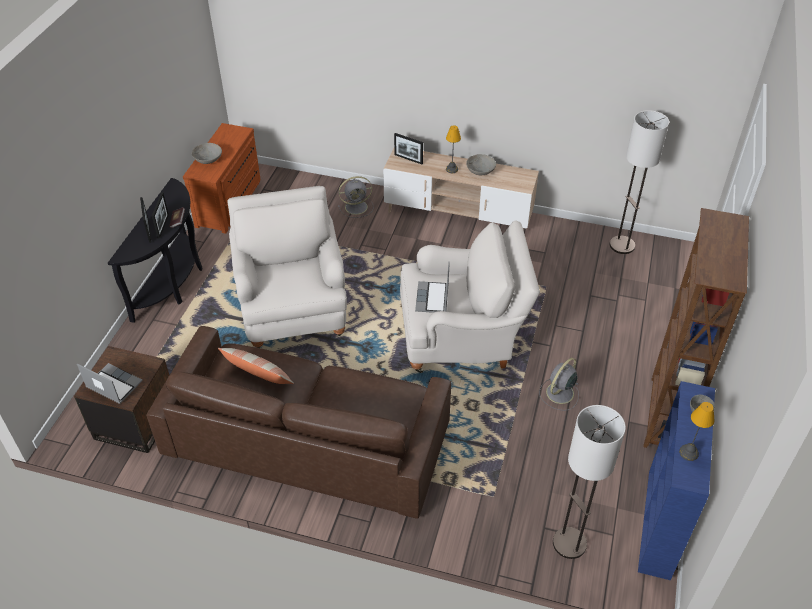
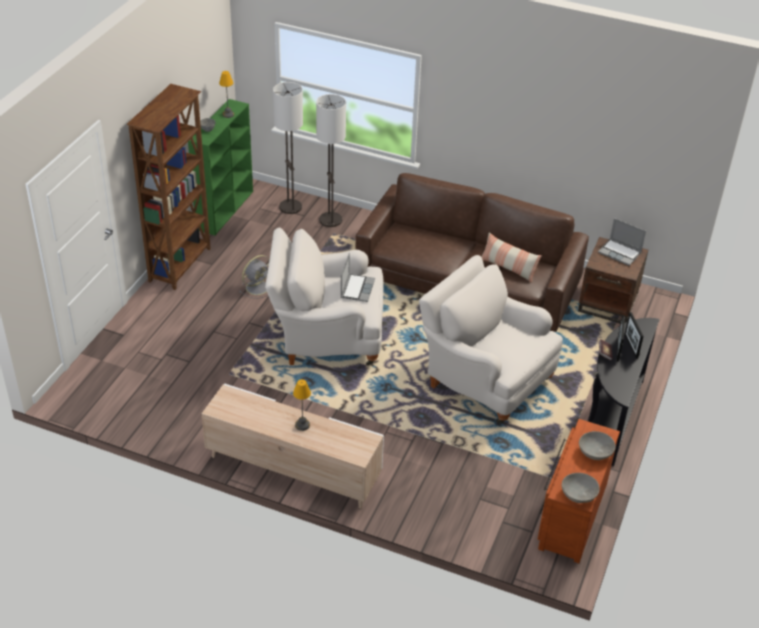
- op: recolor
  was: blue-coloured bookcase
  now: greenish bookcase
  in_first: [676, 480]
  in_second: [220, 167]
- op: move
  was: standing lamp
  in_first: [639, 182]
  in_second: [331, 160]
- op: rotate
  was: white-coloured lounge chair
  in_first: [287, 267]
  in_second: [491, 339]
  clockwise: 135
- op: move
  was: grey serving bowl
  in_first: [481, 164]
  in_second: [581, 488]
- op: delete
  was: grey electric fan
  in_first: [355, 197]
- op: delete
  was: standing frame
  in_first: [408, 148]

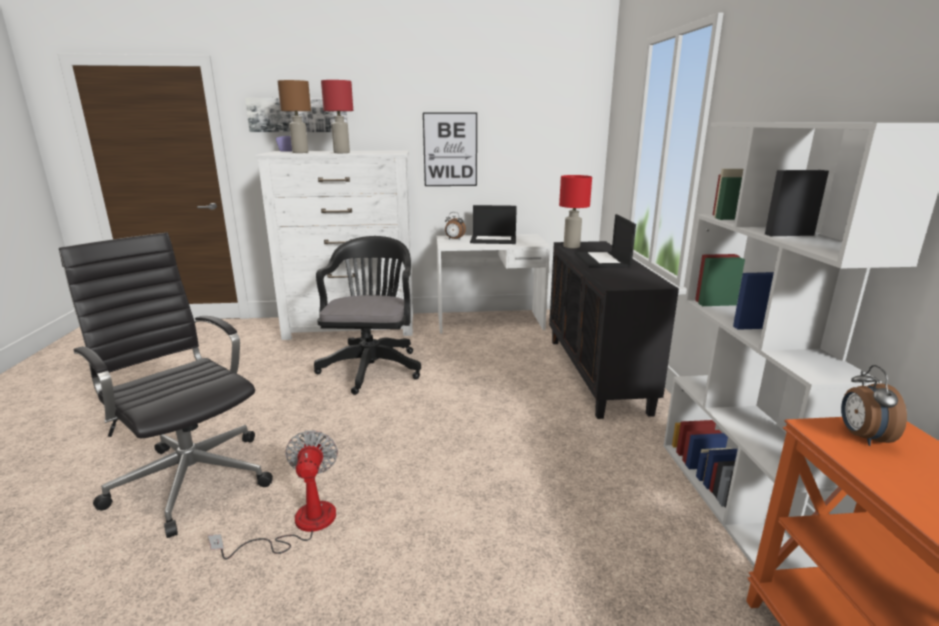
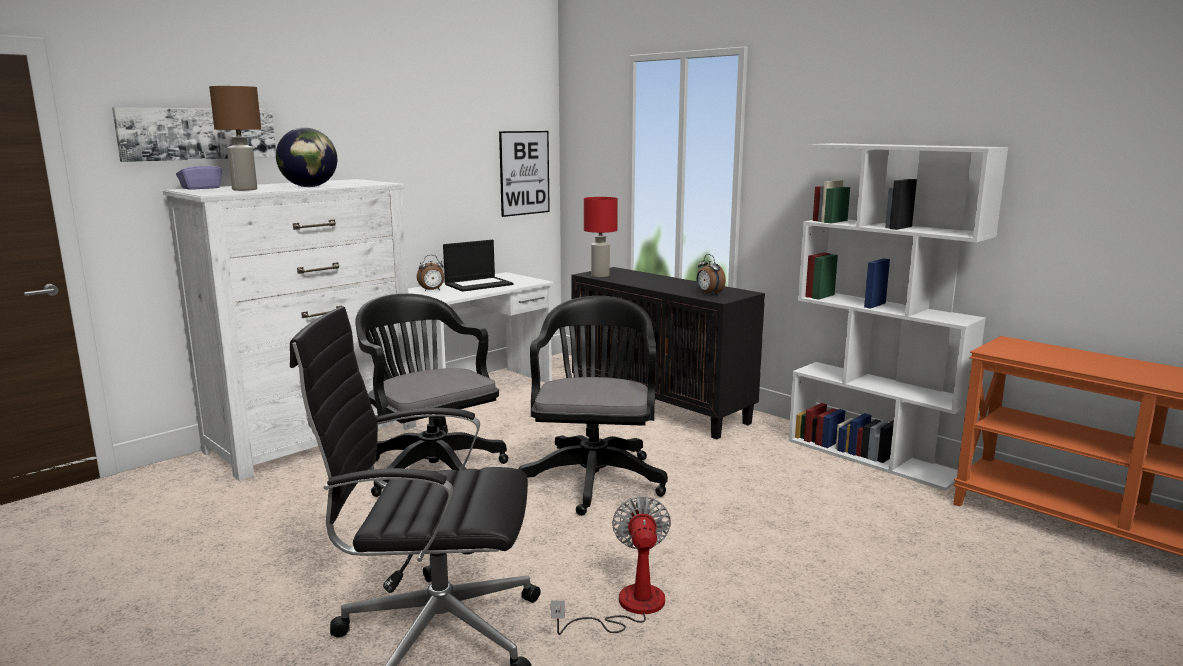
- op: replace
  was: red-coloured table lamp
  now: globe
  in_first: [337, 116]
  in_second: [306, 157]
- op: move
  was: picture
  in_first: [450, 149]
  in_second: [524, 174]
- op: insert
  now: black desk chair
  in_second: [593, 406]
- op: rotate
  was: electric fan
  in_first: [273, 495]
  in_second: [611, 565]
  clockwise: 45
- op: move
  was: table clock
  in_first: [874, 405]
  in_second: [711, 275]
- op: delete
  was: notebook computer
  in_first: [605, 241]

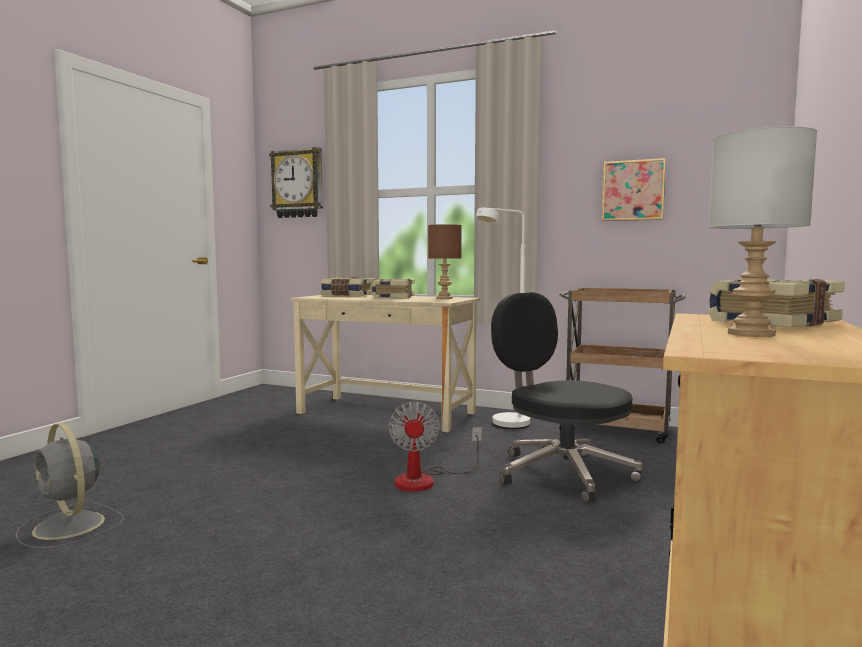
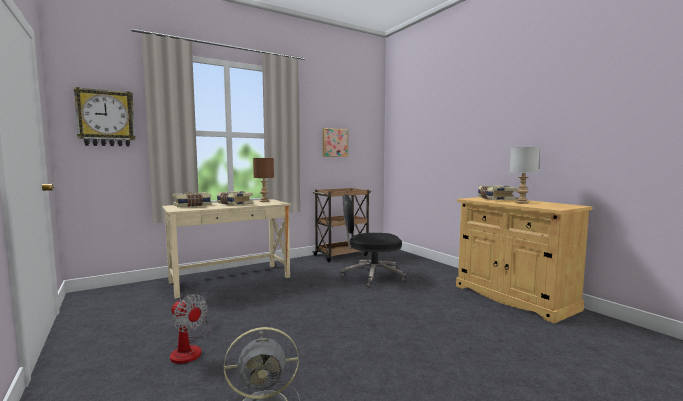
- op: move
  was: electric fan
  in_first: [435, 446]
  in_second: [190, 329]
- op: delete
  was: white-coloured standing lamp
  in_first: [503, 318]

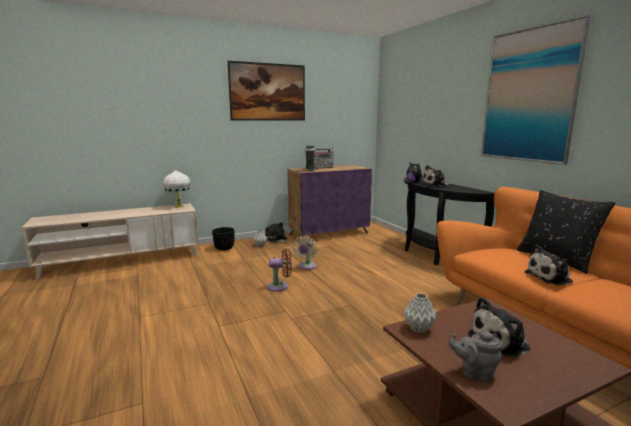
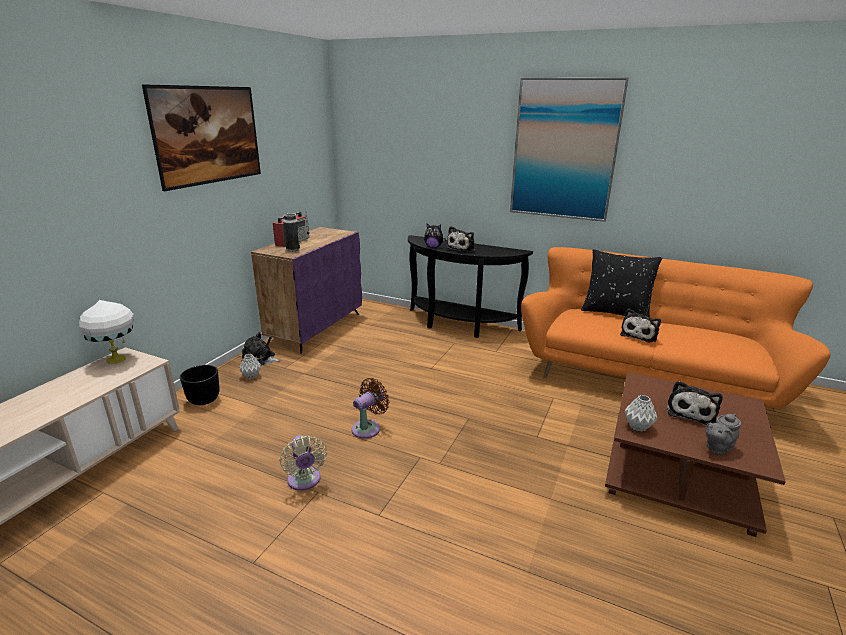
- op: move
  was: beige-coloured electric fan
  in_first: [305, 253]
  in_second: [303, 463]

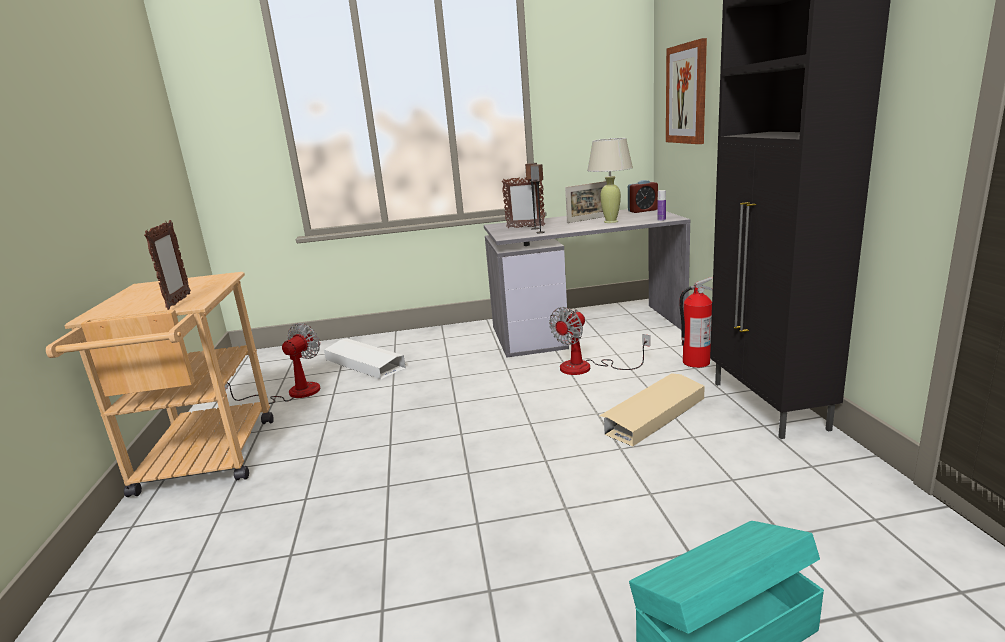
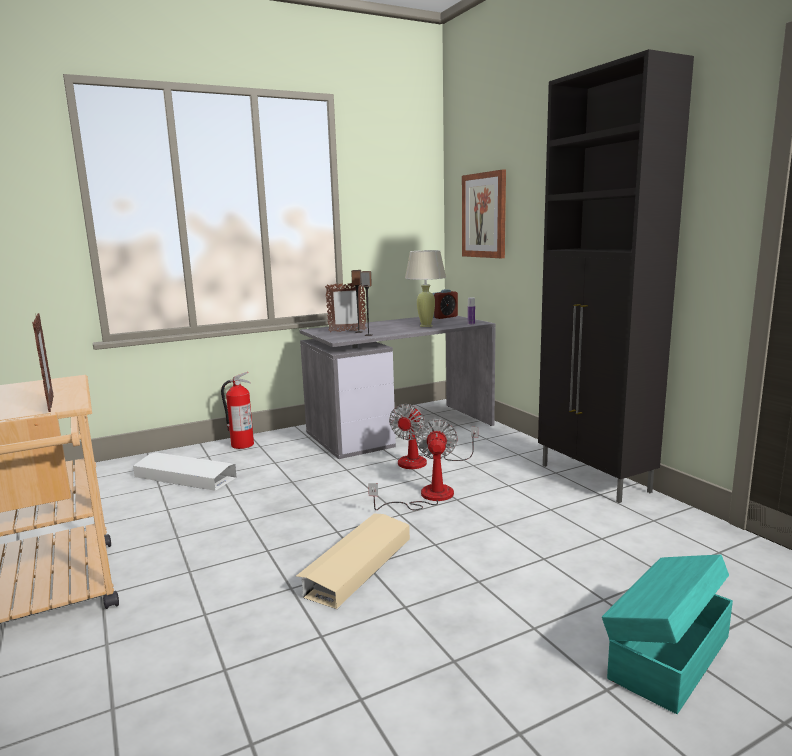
- op: move
  was: fire-fighting cylinder
  in_first: [696, 322]
  in_second: [237, 410]
- op: move
  was: beige-coloured storage bin
  in_first: [652, 410]
  in_second: [353, 561]
- op: move
  was: electric fan
  in_first: [272, 363]
  in_second: [413, 464]
- op: delete
  was: standing frame
  in_first: [586, 202]

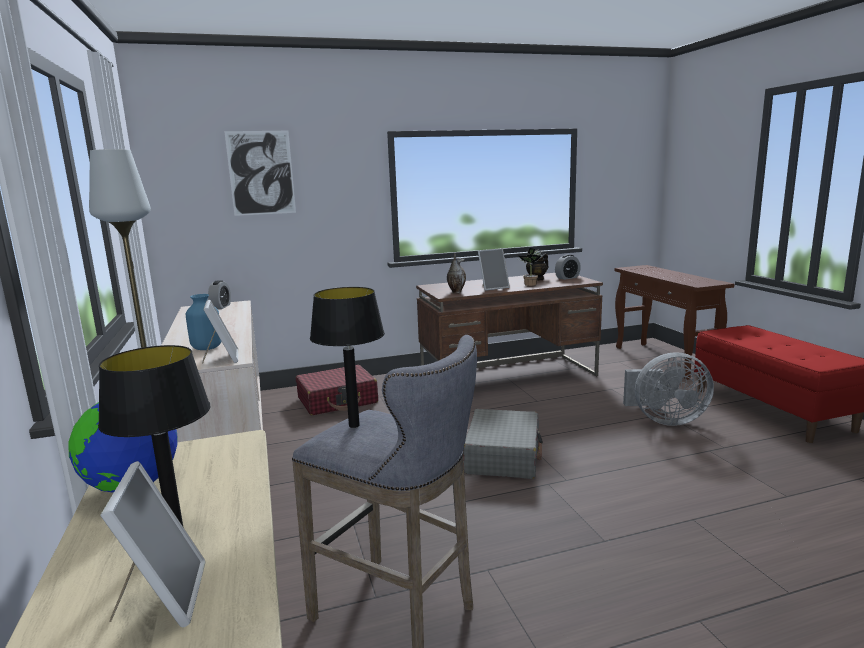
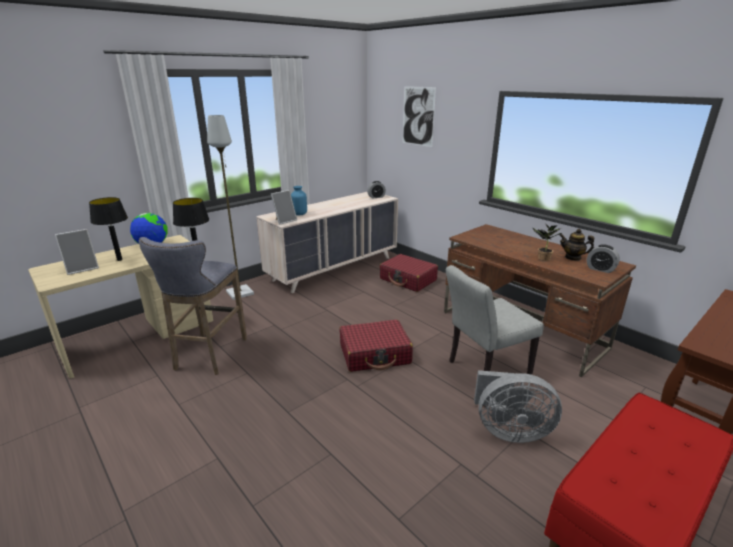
- op: recolor
  was: grey piece of luggage
  now: red-coloured piece of luggage
  in_first: [503, 444]
  in_second: [376, 346]
- op: insert
  now: grey upright chair
  in_second: [495, 319]
- op: rotate
  was: grey electric fan
  in_first: [668, 389]
  in_second: [518, 406]
  clockwise: -60
- op: delete
  was: vase
  in_first: [456, 273]
- op: delete
  was: standing frame
  in_first: [494, 269]

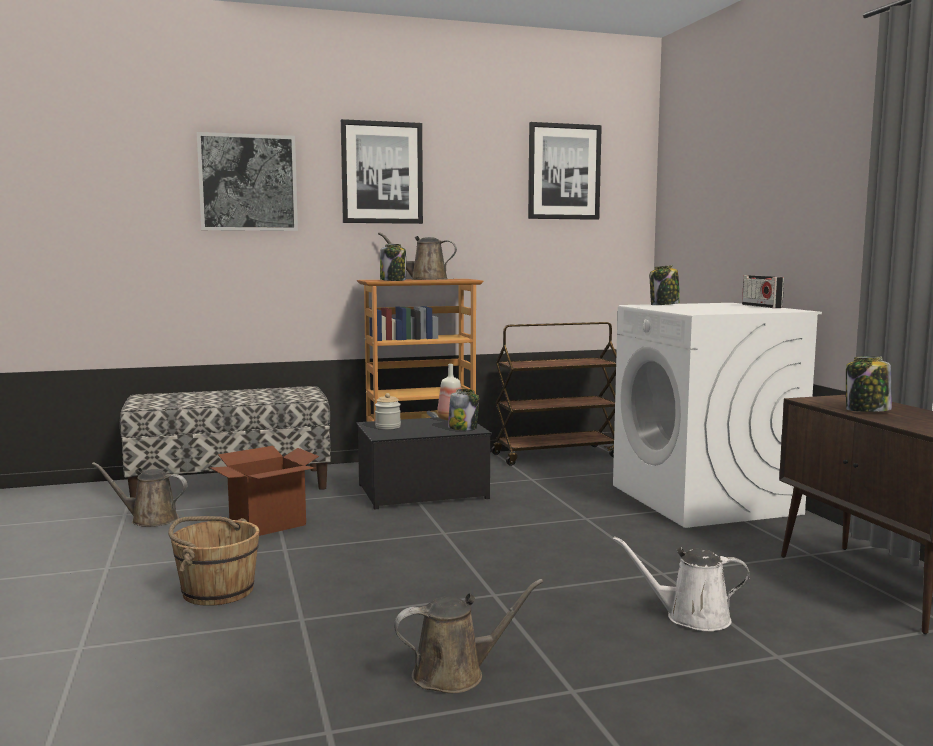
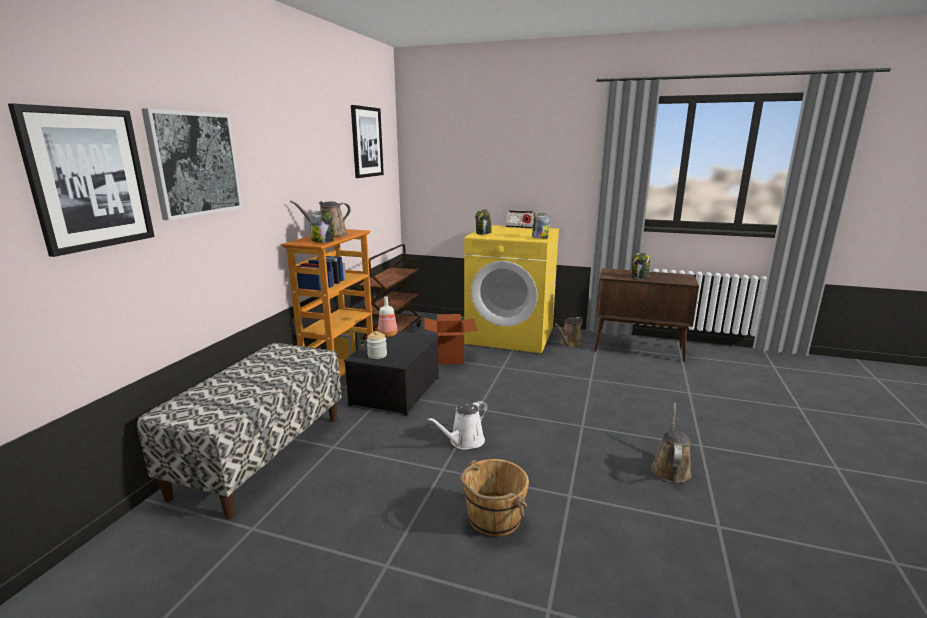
- op: move
  was: picture
  in_first: [382, 171]
  in_second: [81, 180]
- op: move
  was: cardboard box
  in_first: [264, 491]
  in_second: [450, 339]
- op: move
  was: white-coloured sprinkling can
  in_first: [681, 583]
  in_second: [457, 425]
- op: recolor
  was: white-coloured washing machine
  now: yellowish washing machine
  in_first: [717, 415]
  in_second: [511, 289]
- op: move
  was: jar
  in_first: [463, 410]
  in_second: [541, 226]
- op: move
  was: brownish sprinkling can
  in_first: [139, 494]
  in_second: [568, 332]

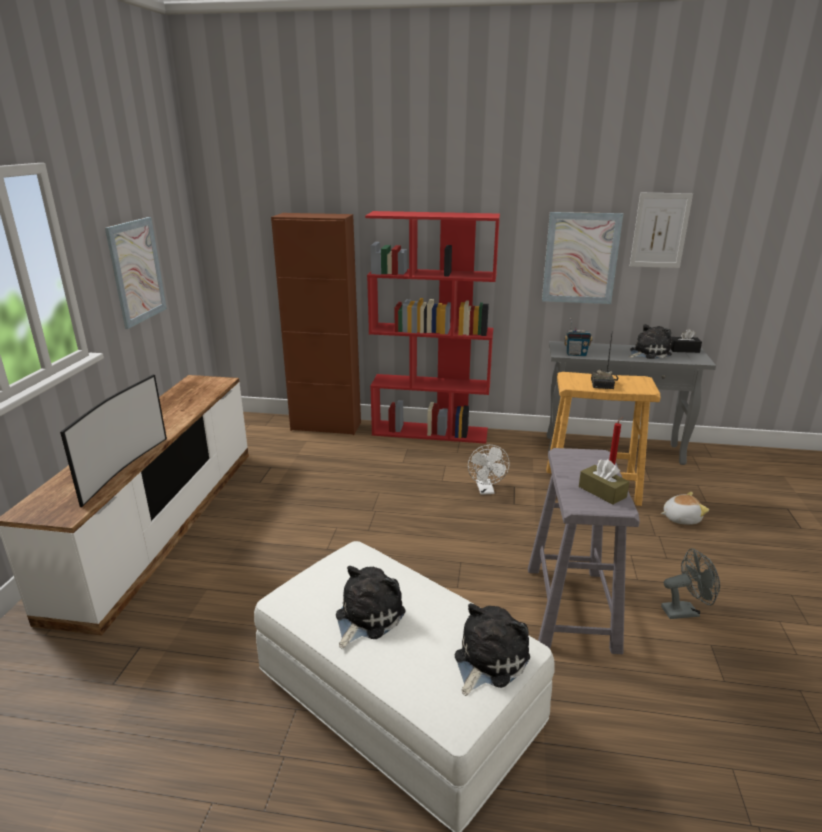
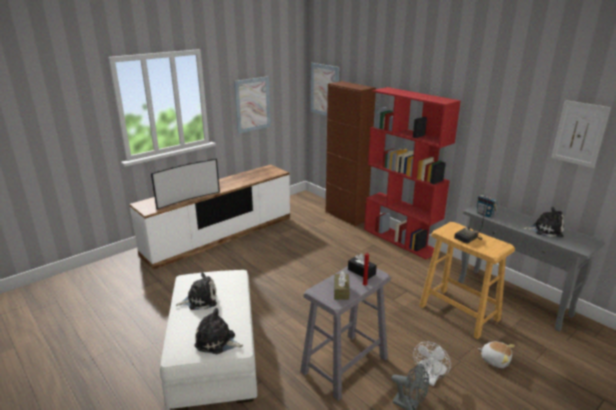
- op: rotate
  was: soft toy
  in_first: [492, 649]
  in_second: [218, 331]
  clockwise: -150
- op: move
  was: picture
  in_first: [582, 258]
  in_second: [325, 89]
- op: move
  was: black box of tissues
  in_first: [686, 341]
  in_second: [362, 266]
- op: move
  was: white-coloured electric fan
  in_first: [489, 470]
  in_second: [432, 363]

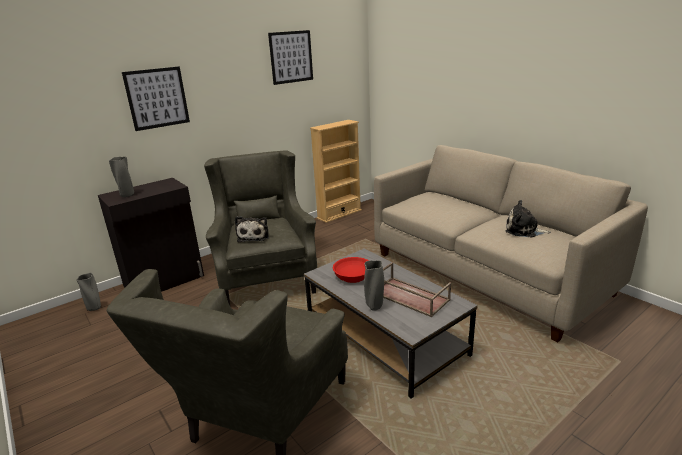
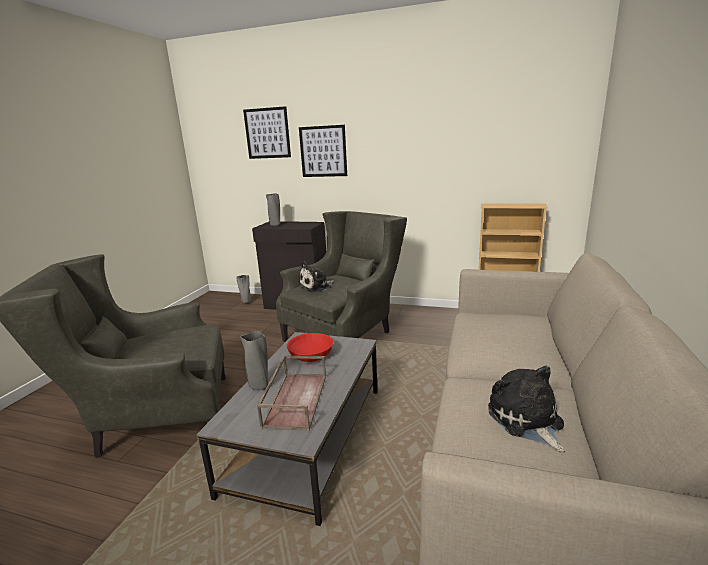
- op: move
  was: picture
  in_first: [290, 57]
  in_second: [267, 132]

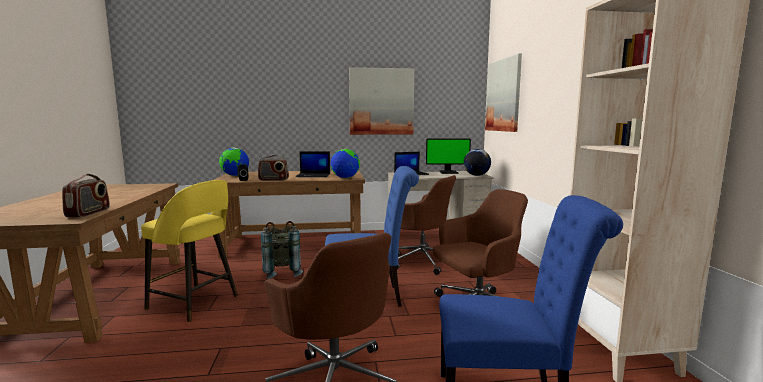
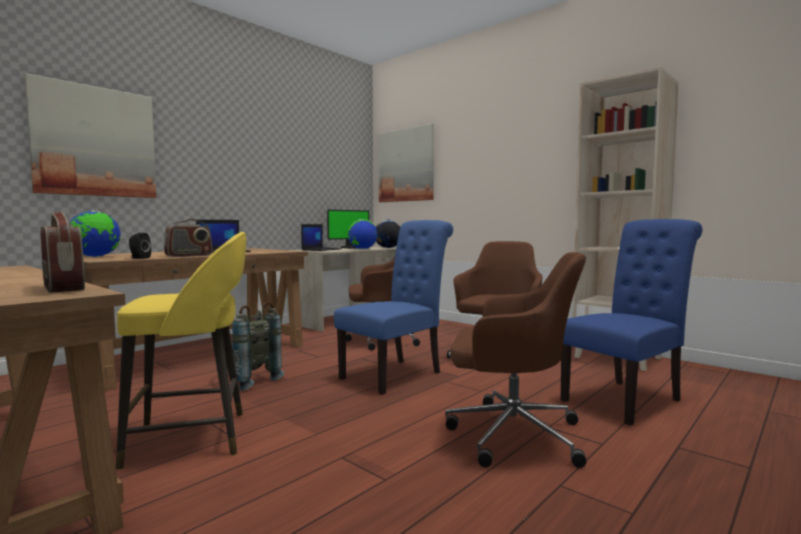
- op: move
  was: picture
  in_first: [381, 101]
  in_second: [90, 135]
- op: move
  was: globe
  in_first: [345, 163]
  in_second: [363, 234]

